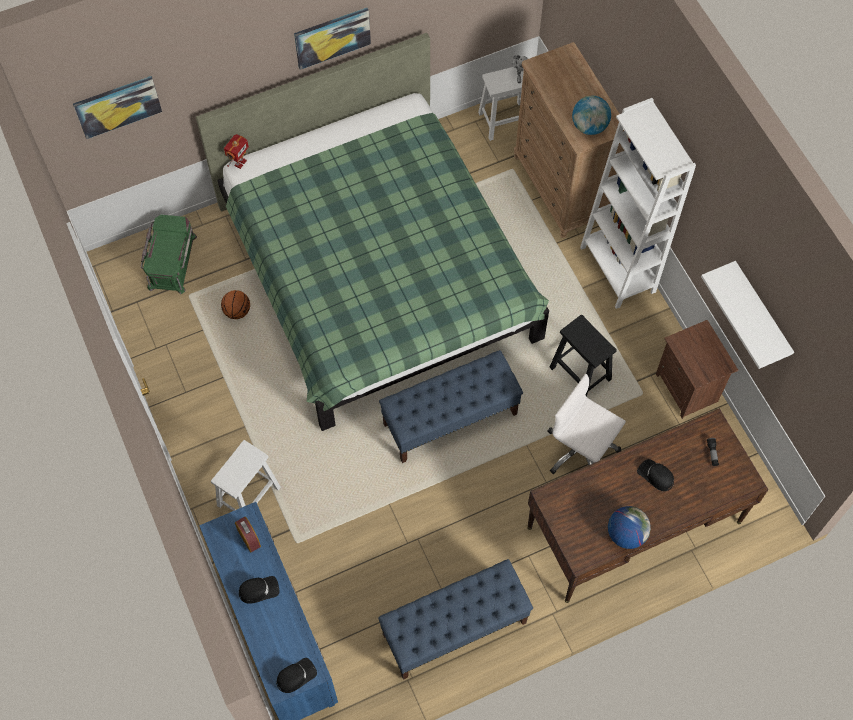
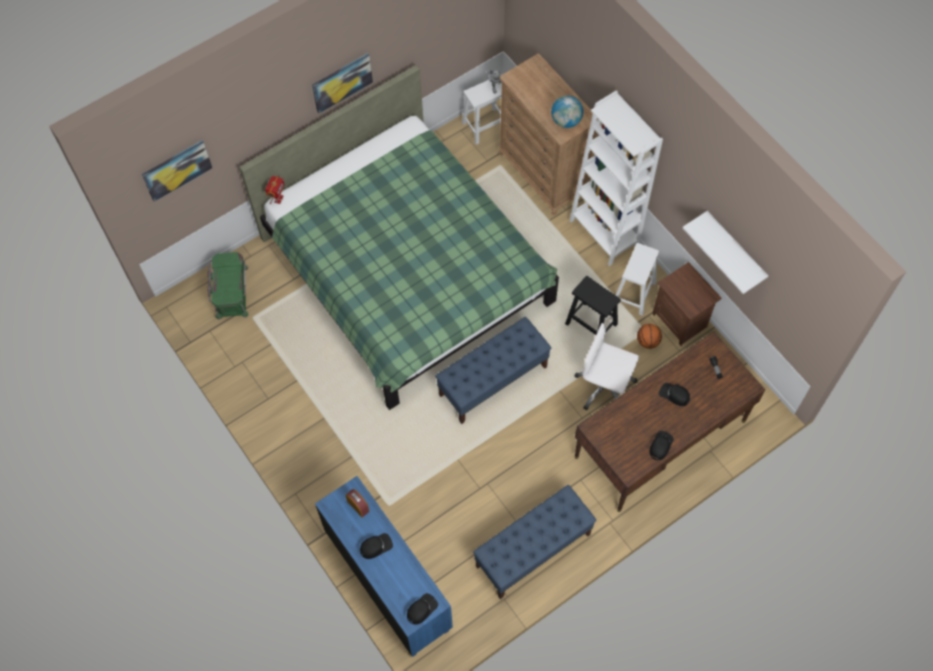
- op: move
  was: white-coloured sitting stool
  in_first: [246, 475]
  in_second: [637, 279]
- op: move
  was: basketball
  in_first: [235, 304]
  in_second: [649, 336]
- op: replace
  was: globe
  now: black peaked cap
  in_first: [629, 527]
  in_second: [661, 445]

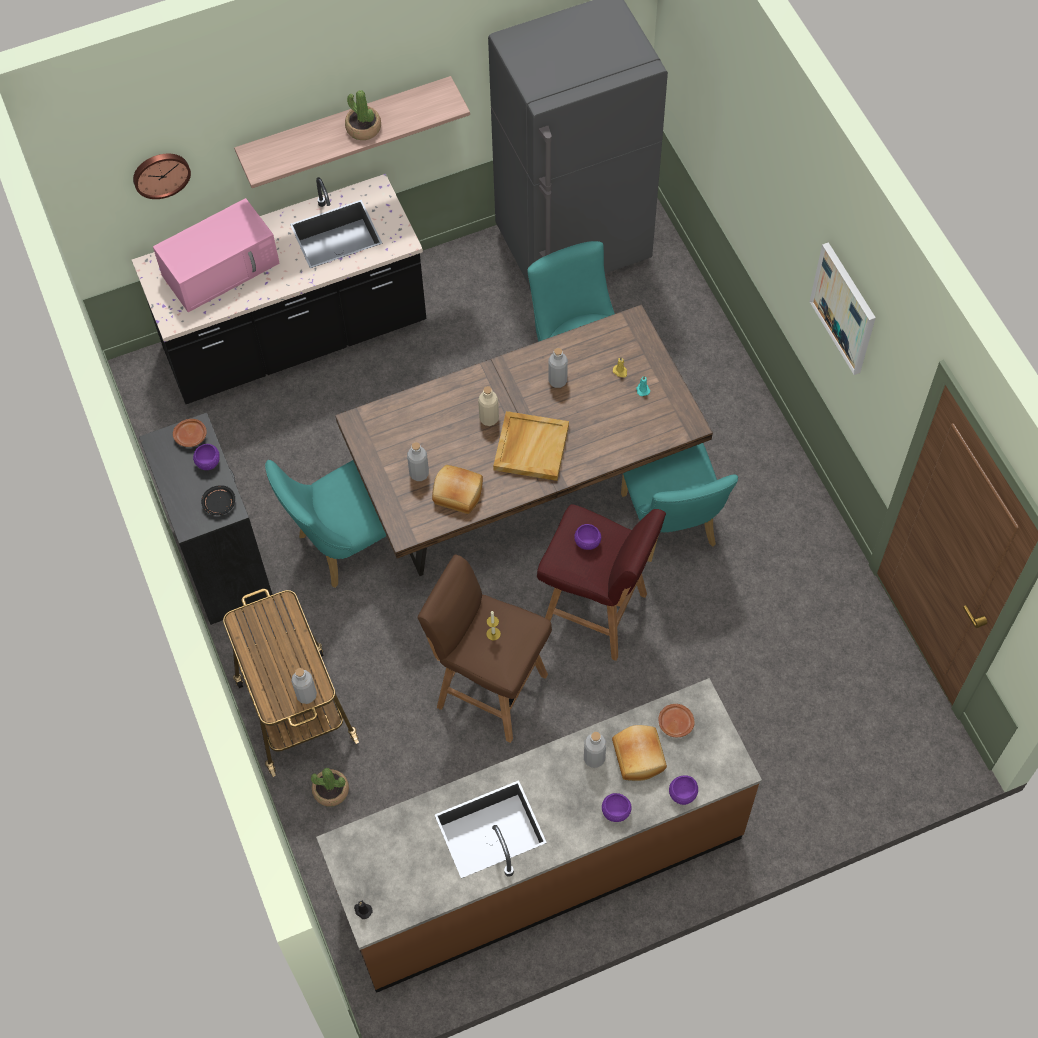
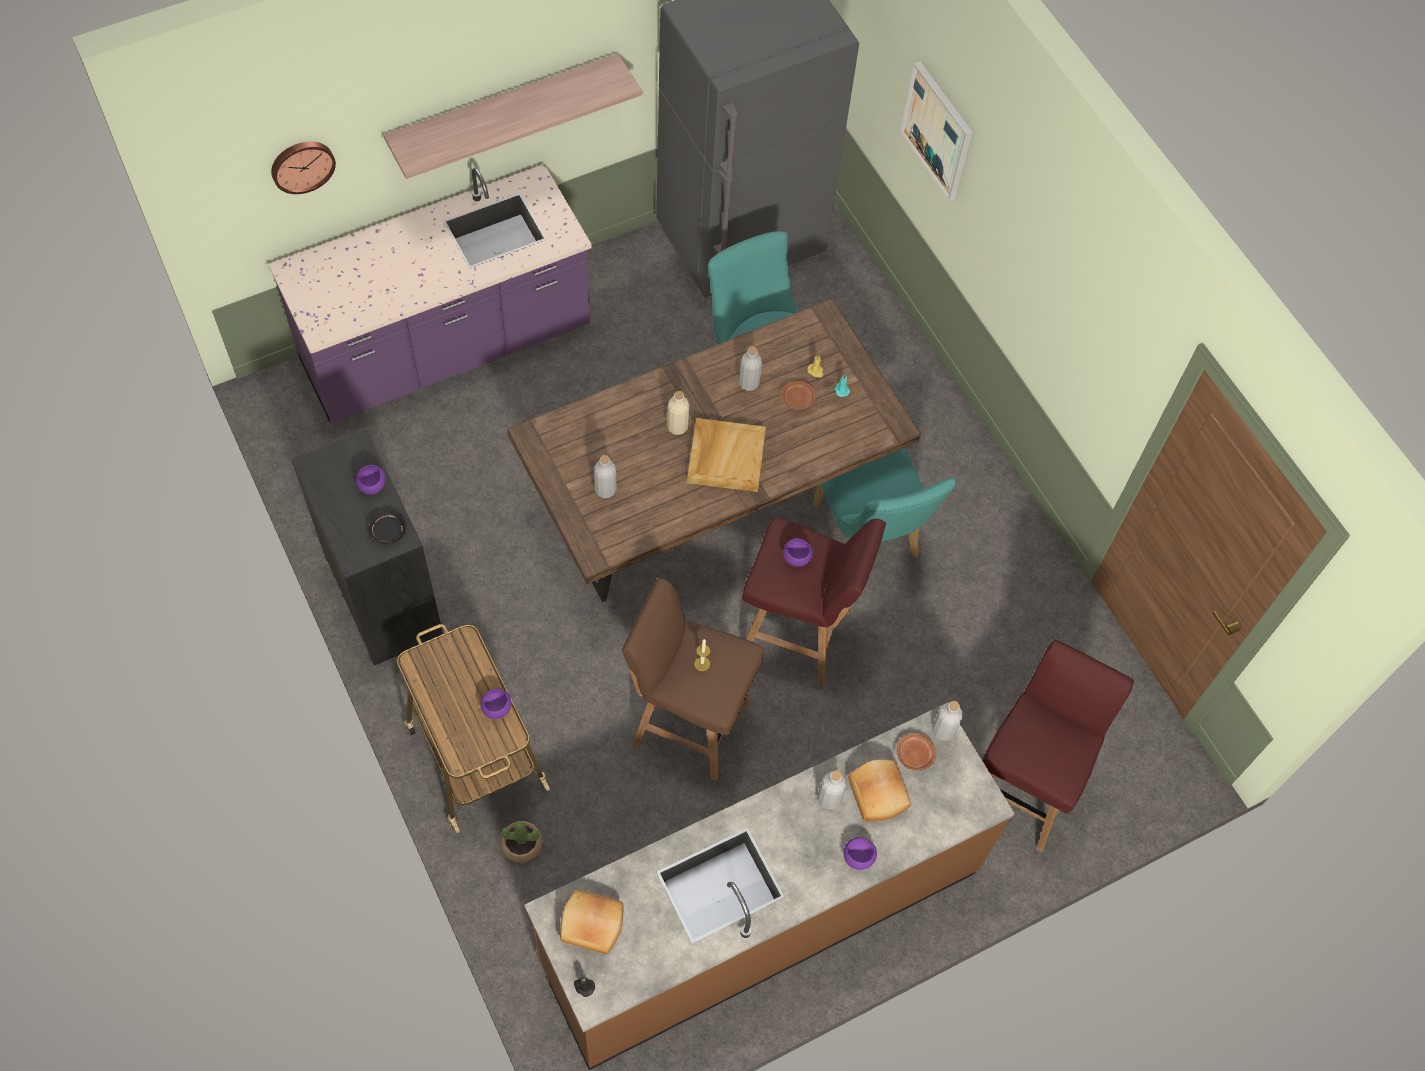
- op: recolor
  was: black kitchen base unit
  now: purple-coloured kitchen base unit
  in_first: [279, 289]
  in_second: [430, 293]
- op: move
  was: purple-coloured serving bowl
  in_first: [683, 790]
  in_second: [495, 704]
- op: move
  was: bread
  in_first: [457, 489]
  in_second: [591, 921]
- op: move
  was: brownish plate
  in_first: [190, 433]
  in_second: [798, 395]
- op: move
  was: picture
  in_first: [843, 308]
  in_second: [936, 131]
- op: move
  was: grey bottle
  in_first: [304, 686]
  in_second: [947, 721]
- op: insert
  now: red-coloured sitting stool
  in_second: [1058, 746]
- op: delete
  was: pink kitchen microwave
  in_first: [216, 255]
- op: delete
  was: turquoise upright chair
  in_first: [325, 524]
- op: delete
  was: houseplant
  in_first: [363, 115]

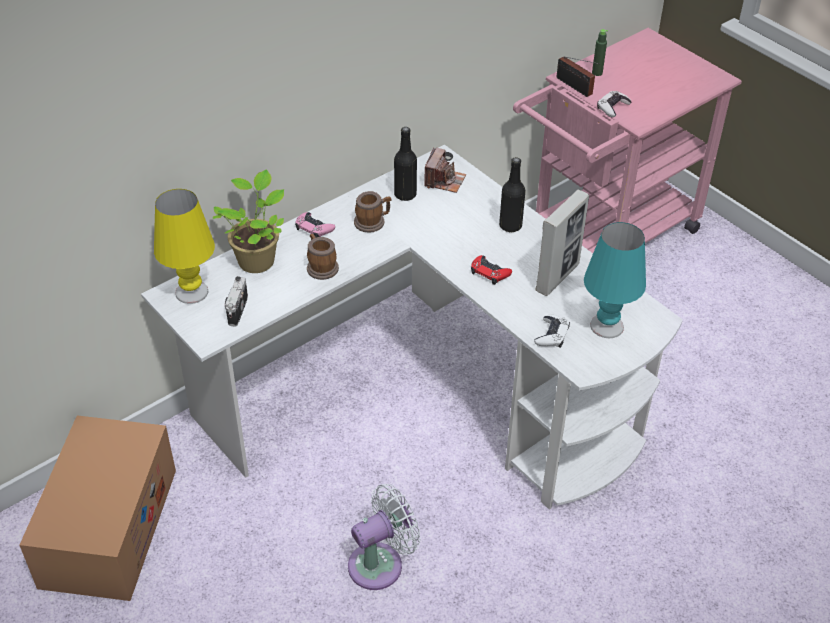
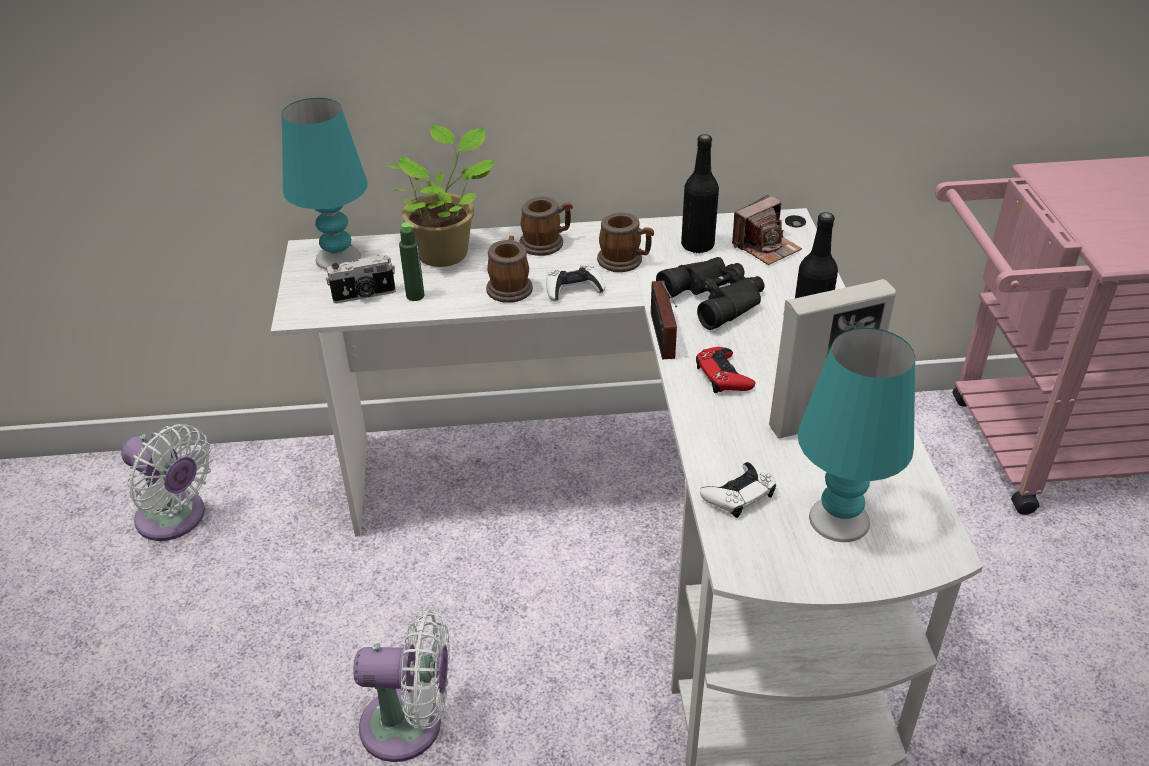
- op: replace
  was: cardboard box
  now: white-coloured electric fan
  in_first: [98, 508]
  in_second: [167, 482]
- op: recolor
  was: yellowish table lamp
  now: turquoise table lamp
  in_first: [184, 246]
  in_second: [325, 184]
- op: rotate
  was: photo camera
  in_first: [236, 301]
  in_second: [361, 278]
  clockwise: -150
- op: move
  was: greenish bottle
  in_first: [600, 52]
  in_second: [411, 261]
- op: replace
  was: pink gamepad
  now: tea mug
  in_first: [315, 224]
  in_second: [546, 226]
- op: move
  was: white-coloured gamepad
  in_first: [614, 104]
  in_second: [575, 283]
- op: move
  was: radio set
  in_first: [578, 77]
  in_second: [664, 320]
- op: insert
  now: black binoculars
  in_second: [710, 293]

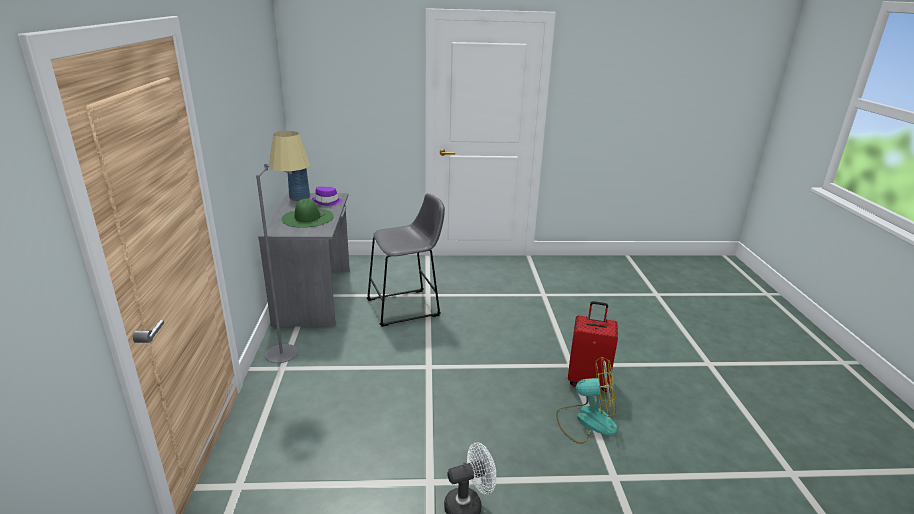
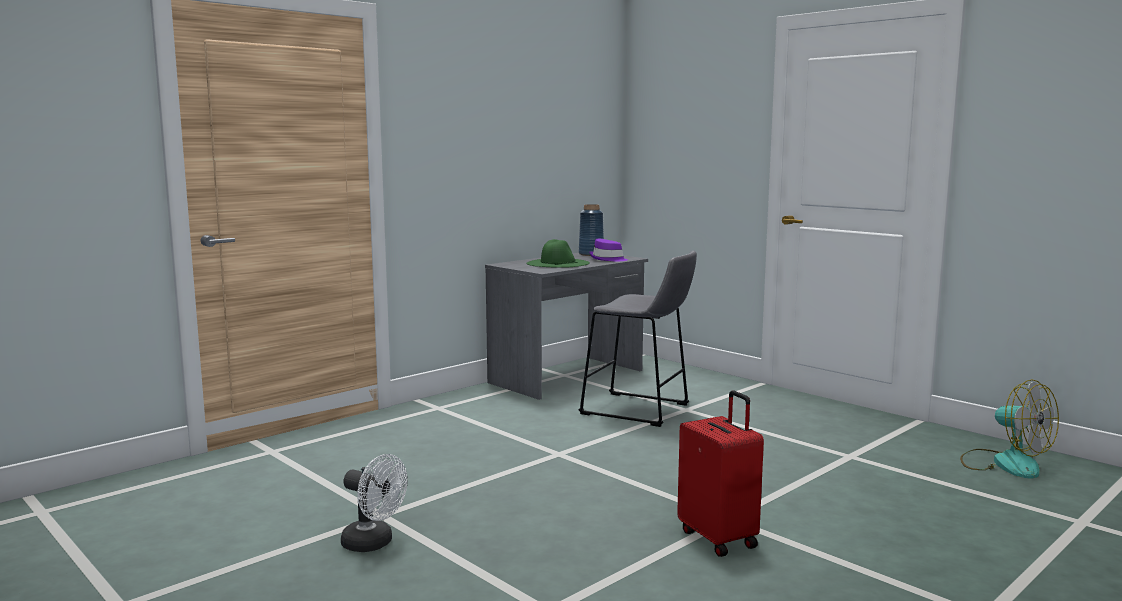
- op: move
  was: electric fan
  in_first: [586, 400]
  in_second: [1009, 429]
- op: delete
  was: grey standing lamp
  in_first: [283, 247]

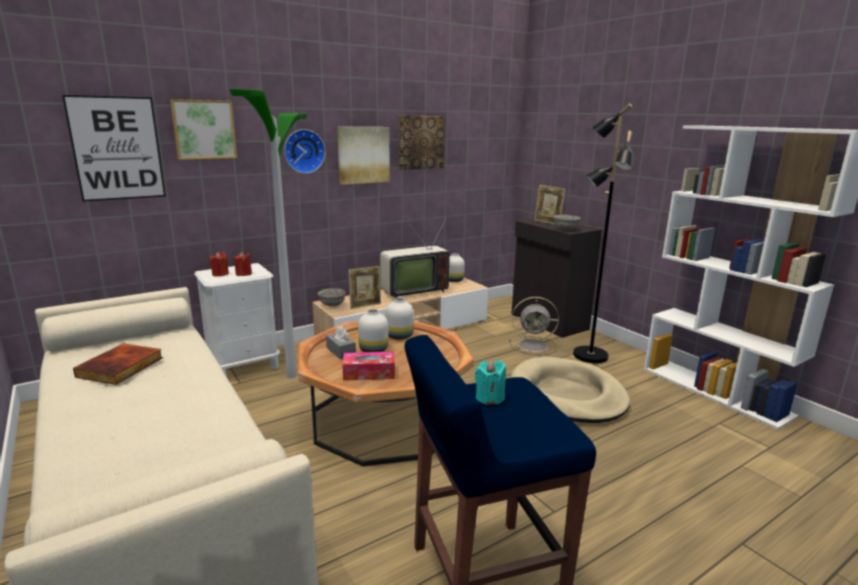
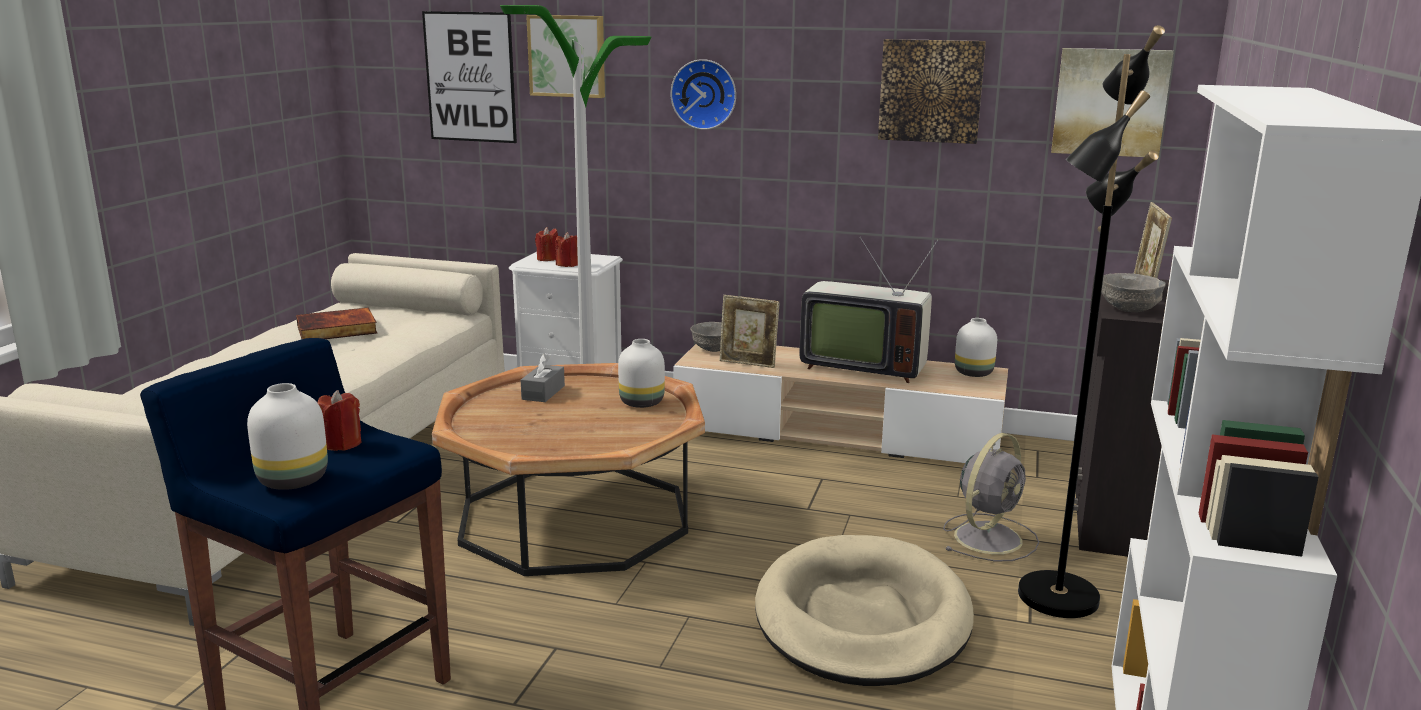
- op: move
  was: white-coloured vase
  in_first: [373, 330]
  in_second: [287, 436]
- op: recolor
  was: turquoise wax candle
  now: red-coloured wax candle
  in_first: [490, 382]
  in_second: [339, 420]
- op: rotate
  was: grey electric fan
  in_first: [534, 326]
  in_second: [991, 497]
  clockwise: -105
- op: move
  was: picture
  in_first: [363, 156]
  in_second: [1112, 102]
- op: delete
  was: box of tissues
  in_first: [368, 366]

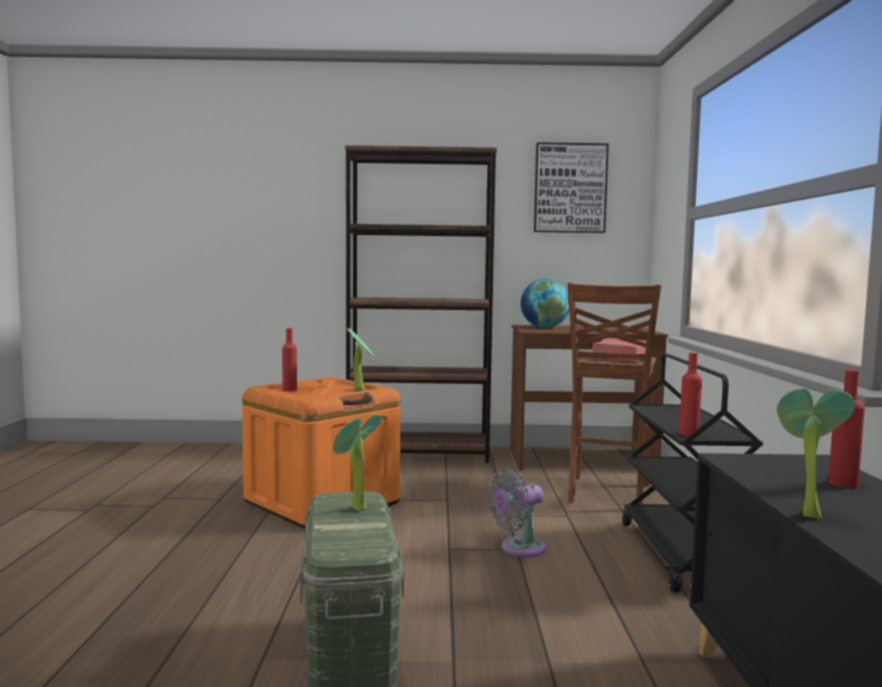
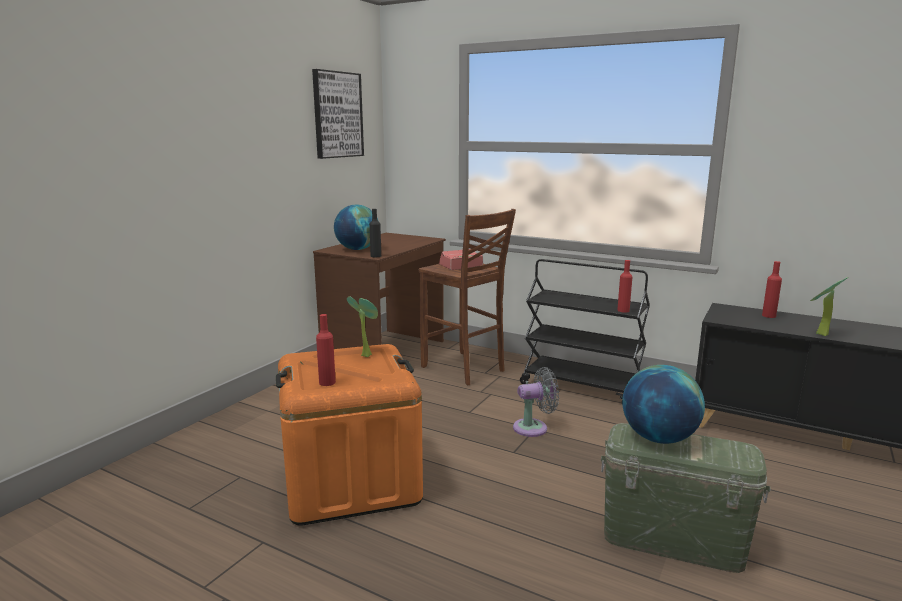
- op: insert
  now: black bottle
  in_second: [375, 233]
- op: rotate
  was: grey electric fan
  in_first: [517, 513]
  in_second: [536, 402]
  clockwise: -105
- op: replace
  was: houseplant
  now: globe
  in_first: [357, 462]
  in_second: [663, 404]
- op: delete
  was: brownish bookcase
  in_first: [421, 304]

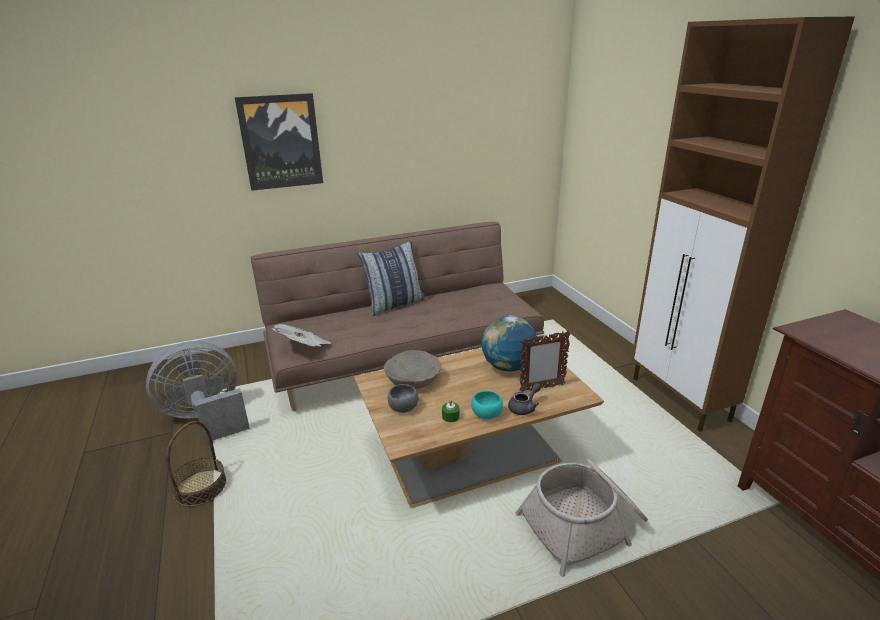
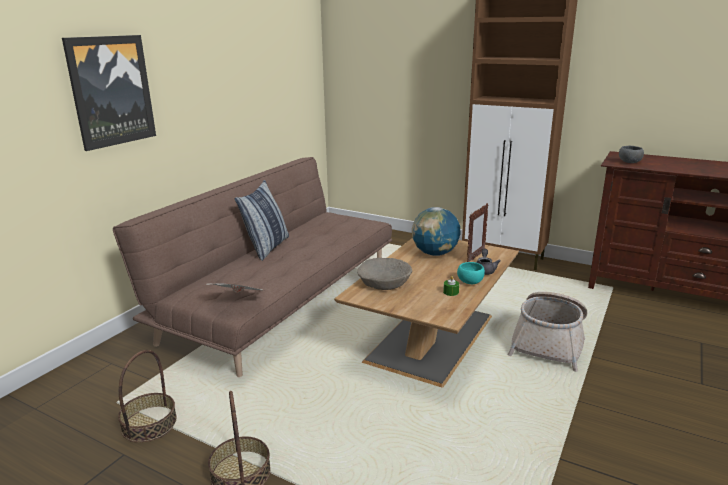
- op: replace
  was: grey electric fan
  now: basket
  in_first: [198, 392]
  in_second: [147, 396]
- op: move
  was: grey serving bowl
  in_first: [403, 398]
  in_second: [631, 154]

